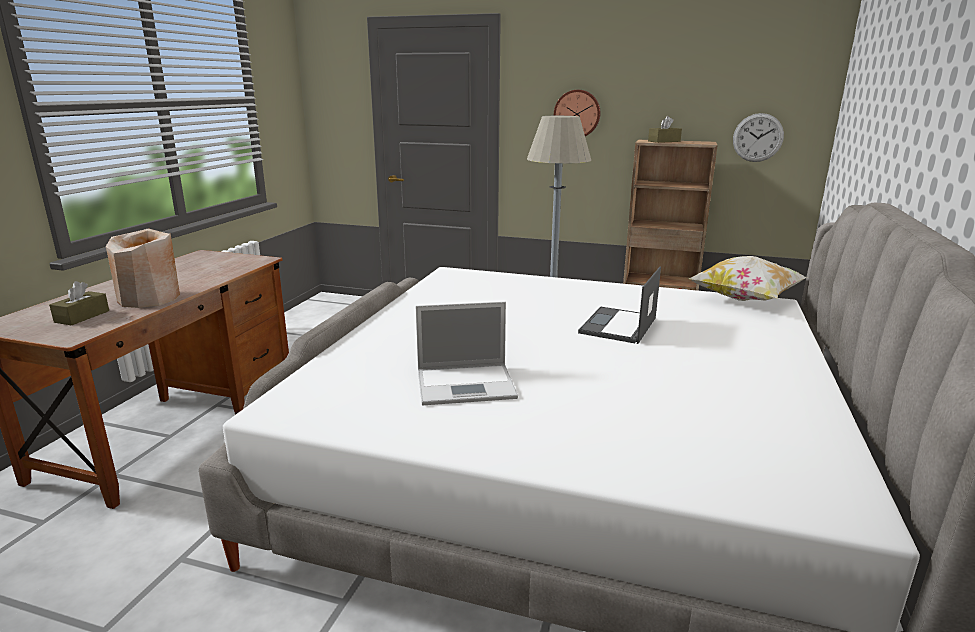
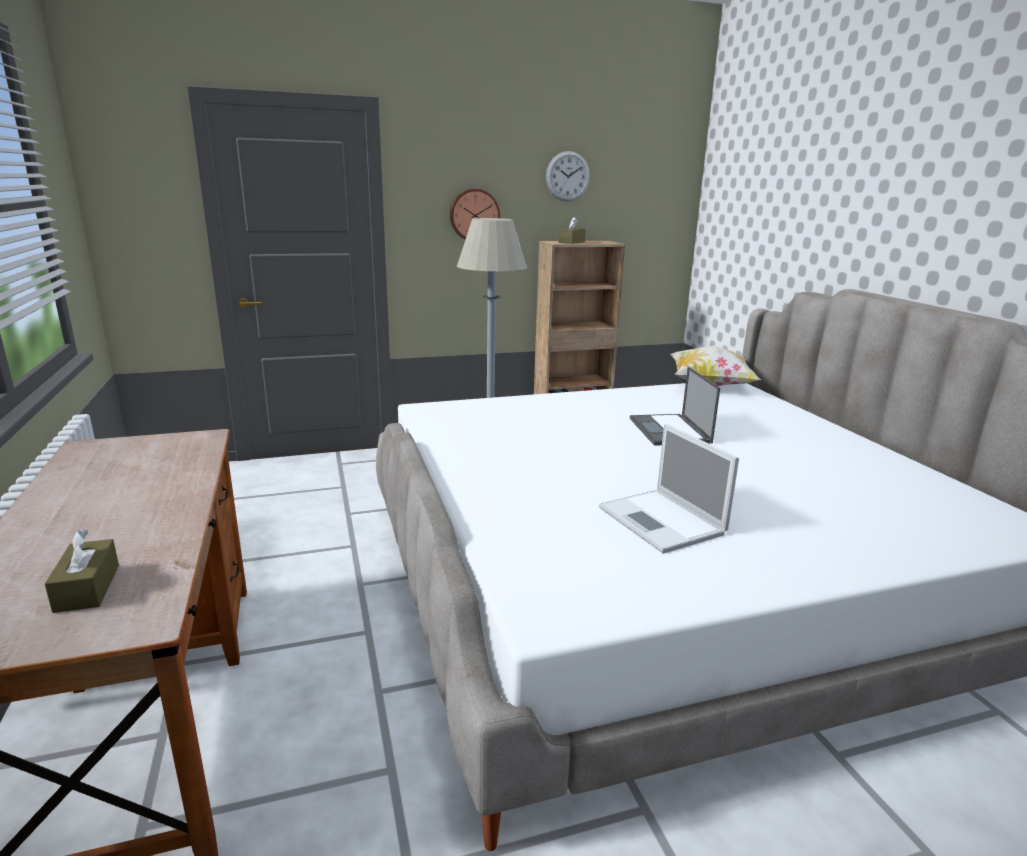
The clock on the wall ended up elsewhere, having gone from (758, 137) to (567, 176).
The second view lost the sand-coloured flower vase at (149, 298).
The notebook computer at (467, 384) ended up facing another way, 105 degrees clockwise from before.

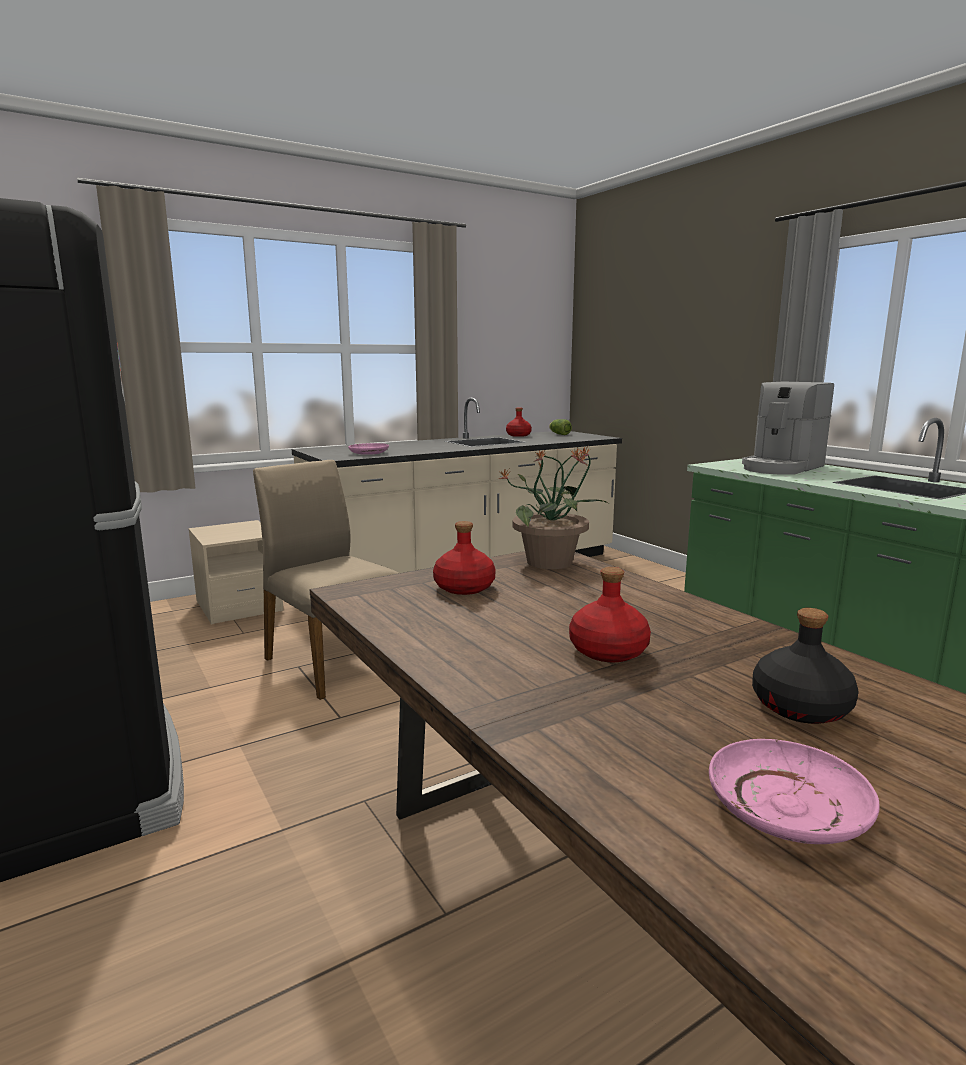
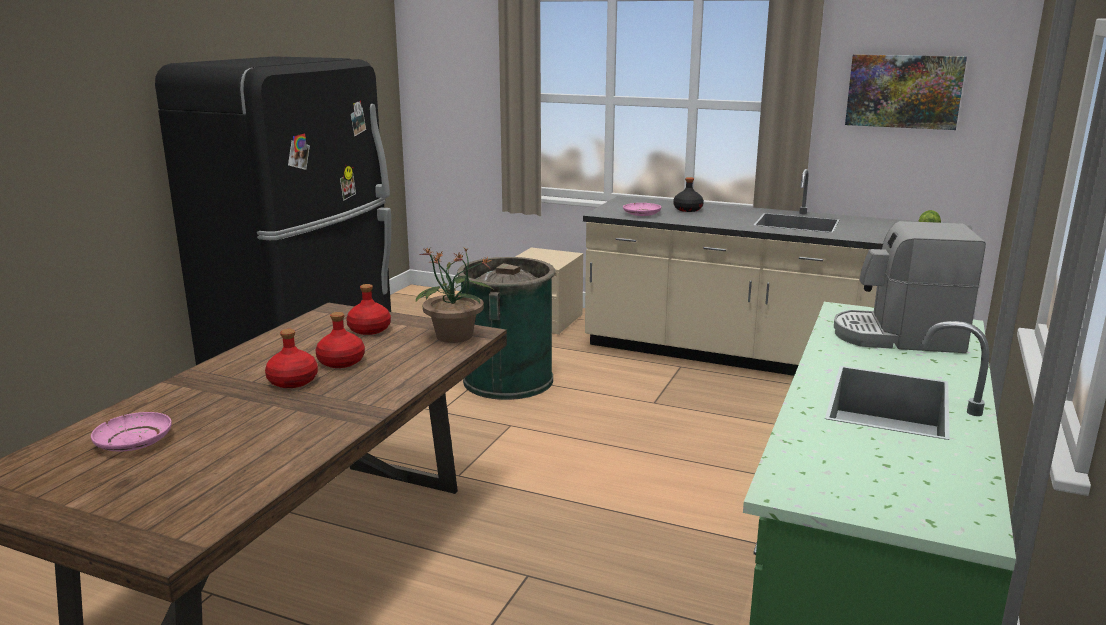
The red bottle ended up elsewhere, having gone from (518, 435) to (340, 362).
Where the sand-coloured upright chair stood at (333, 661), the greenish rubbish bin came to stand at (508, 380).
The black-coloured bottle ended up elsewhere, having gone from (800, 708) to (687, 209).
The second view gained the wall art at (904, 91).

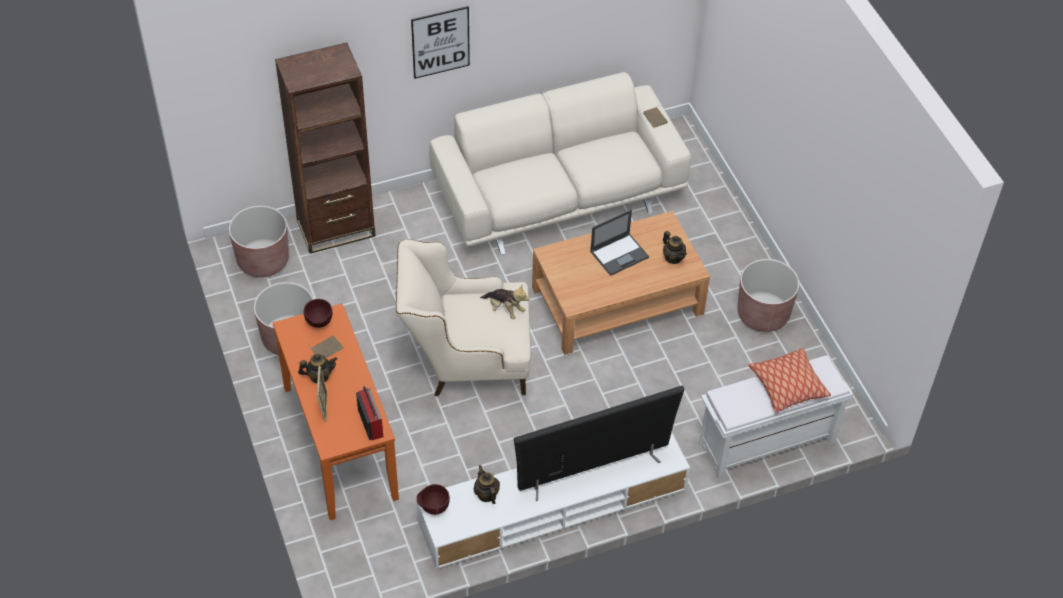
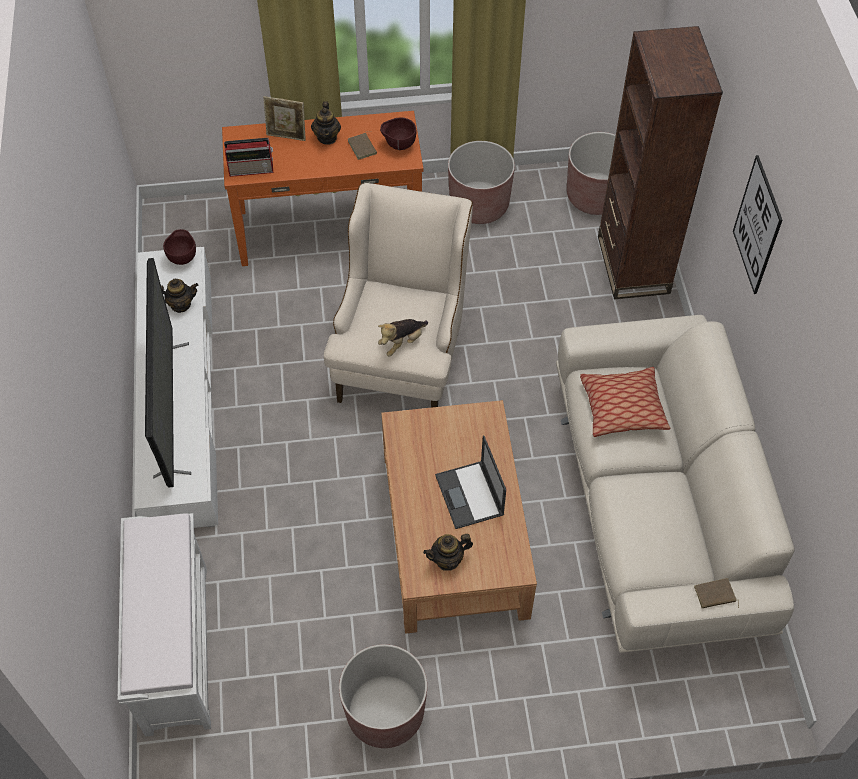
The pillow ended up elsewhere, having gone from (787, 386) to (622, 408).

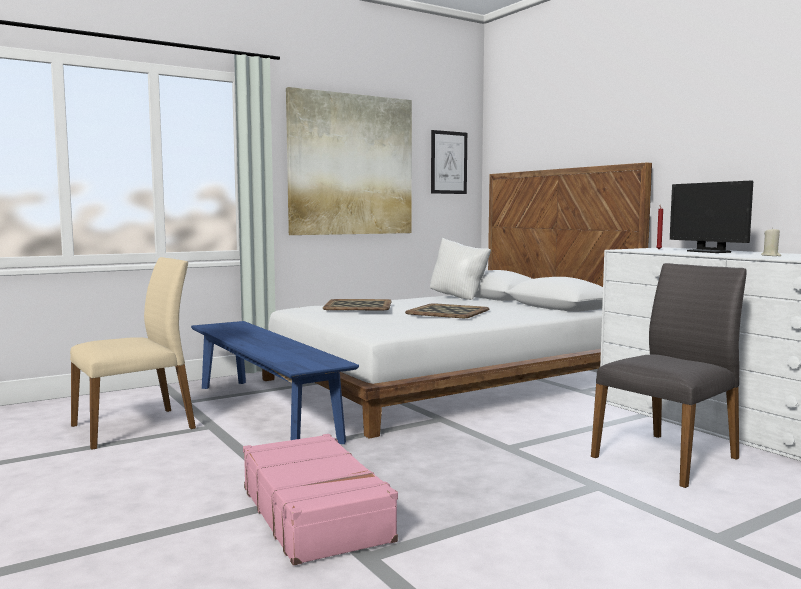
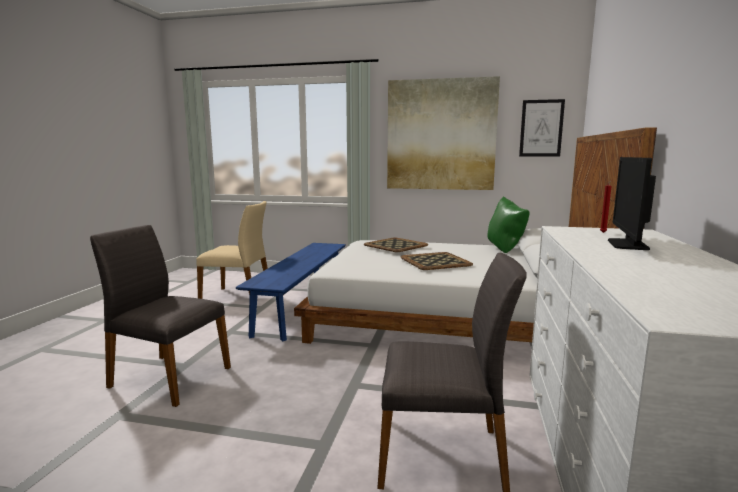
The second view lost the sand-coloured wax candle at (771, 255).
What was the whitish pillow at (459, 297) turned into the greenish pillow at (505, 249).
Where the pinkish suitcase stood at (315, 513), the greyish upright chair came to stand at (168, 377).

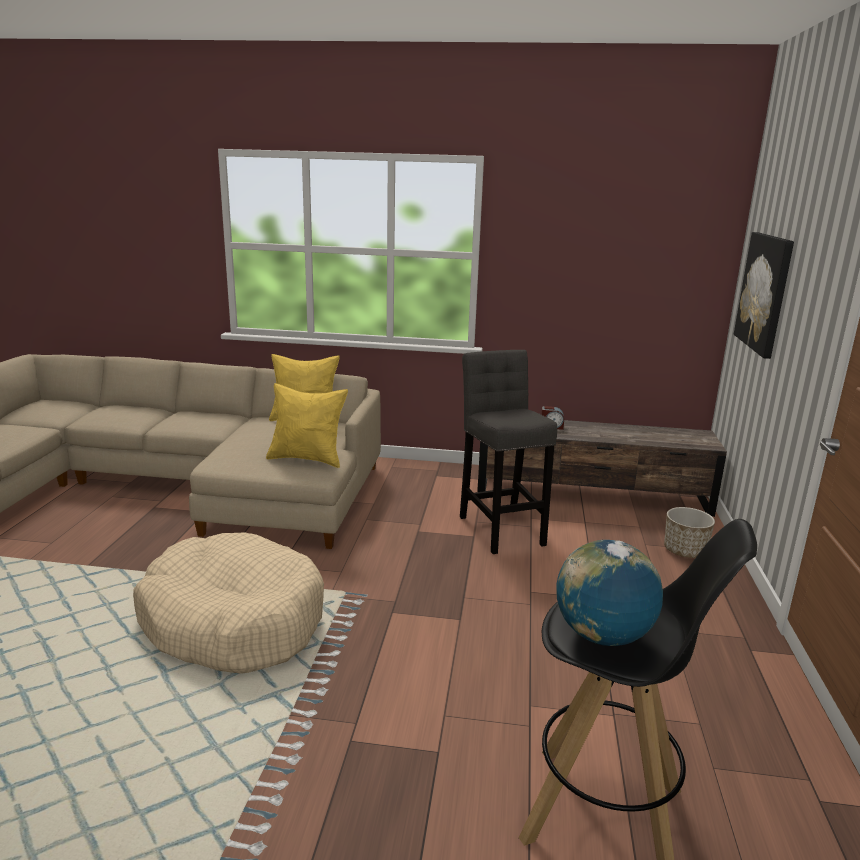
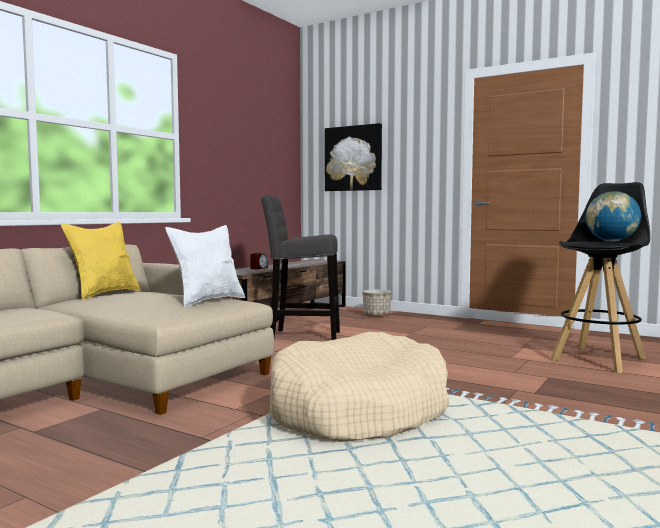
What was the yellow pillow at (307, 459) turned into the whitish pillow at (207, 301).

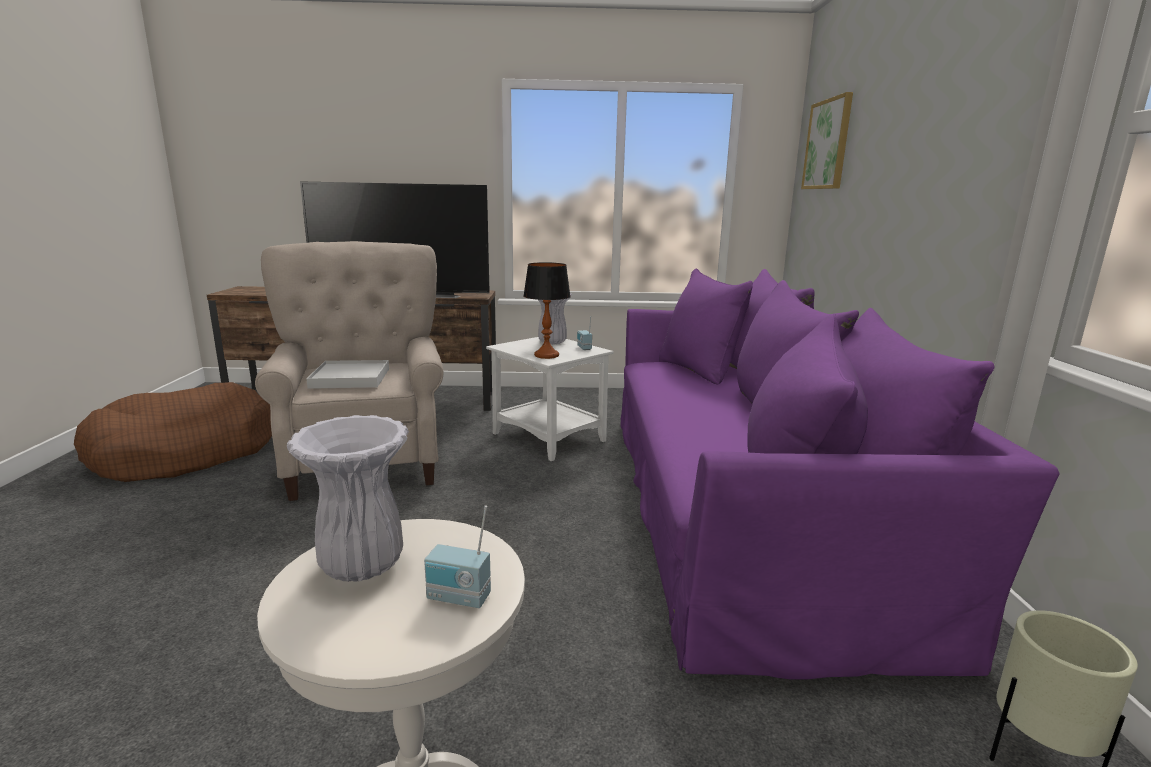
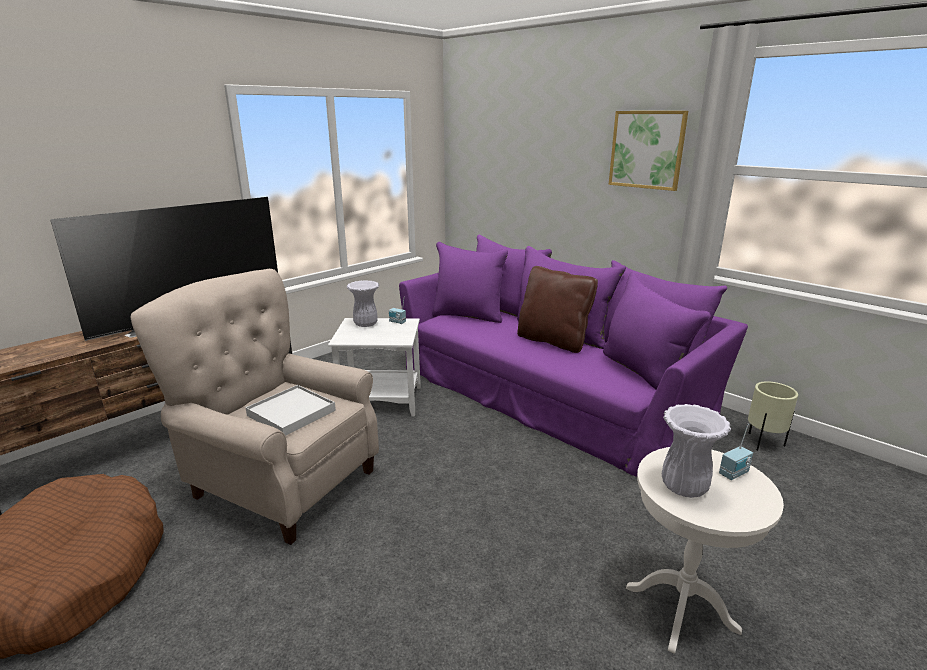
The wall art ended up elsewhere, having gone from (828, 144) to (647, 150).
The second view lost the lamp for a table at (547, 355).
The second view gained the brown pillow at (553, 341).

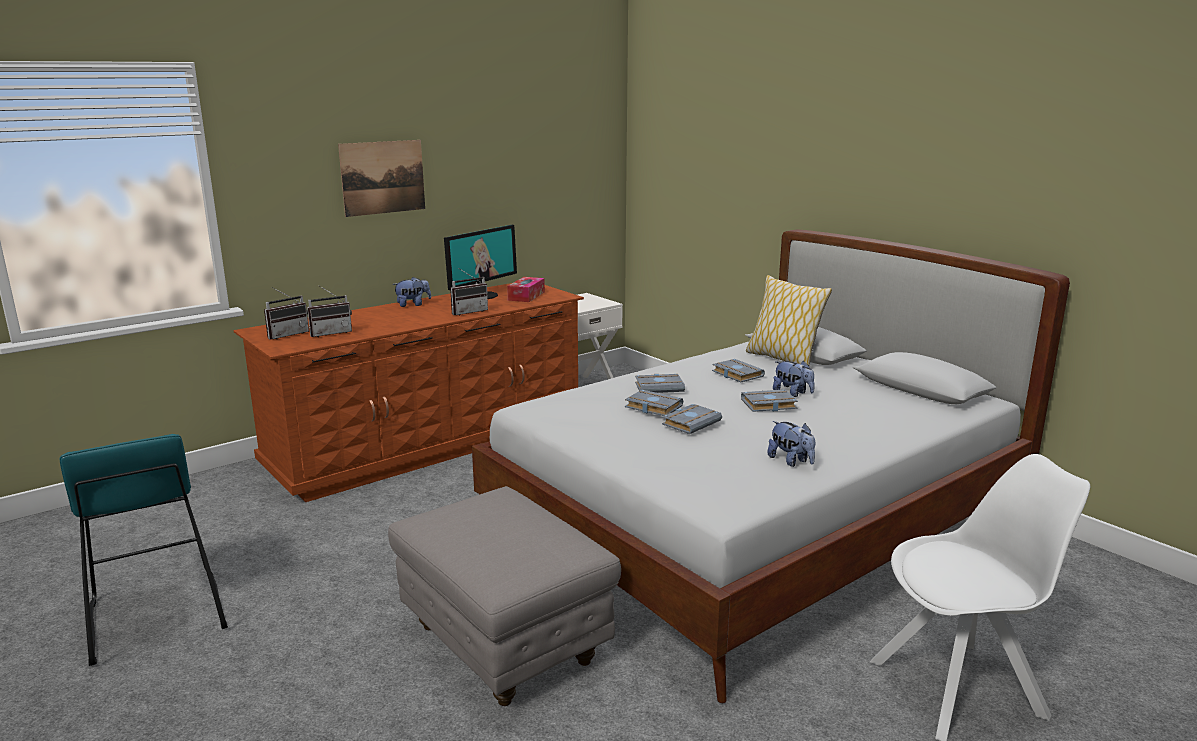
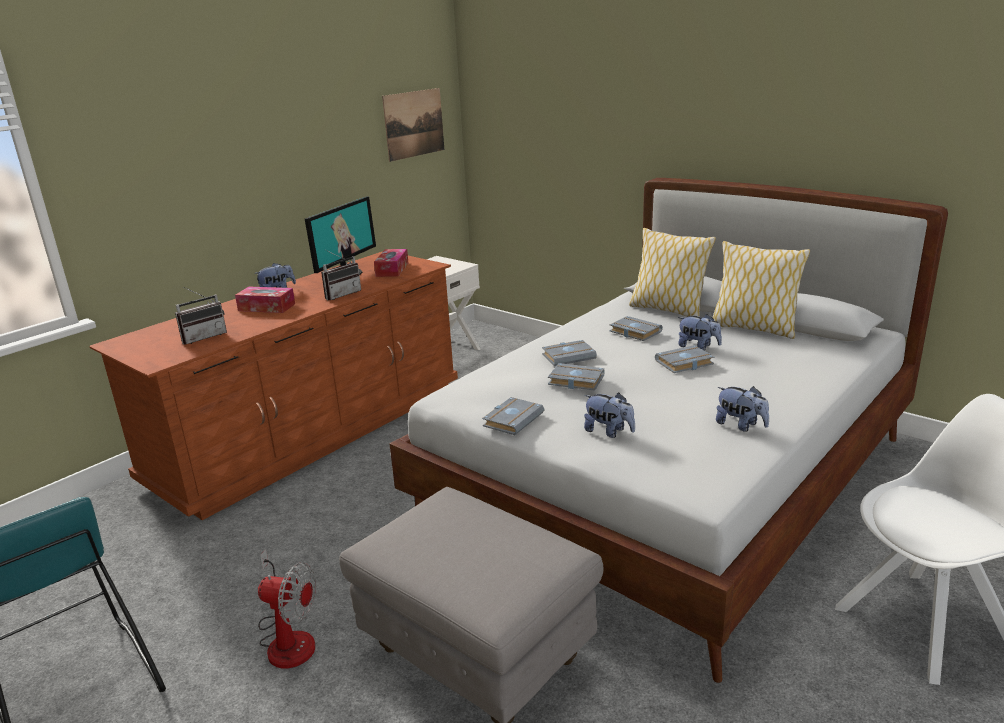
The wall art ended up elsewhere, having gone from (383, 177) to (414, 124).
The second view lost the radio at (287, 334).
The greyish bound book ended up elsewhere, having gone from (691, 422) to (512, 419).
The second view gained the pillow at (754, 328).
The second view gained the tissue box at (266, 307).
The second view gained the soft toy at (609, 432).
The second view gained the cooling fan at (288, 638).

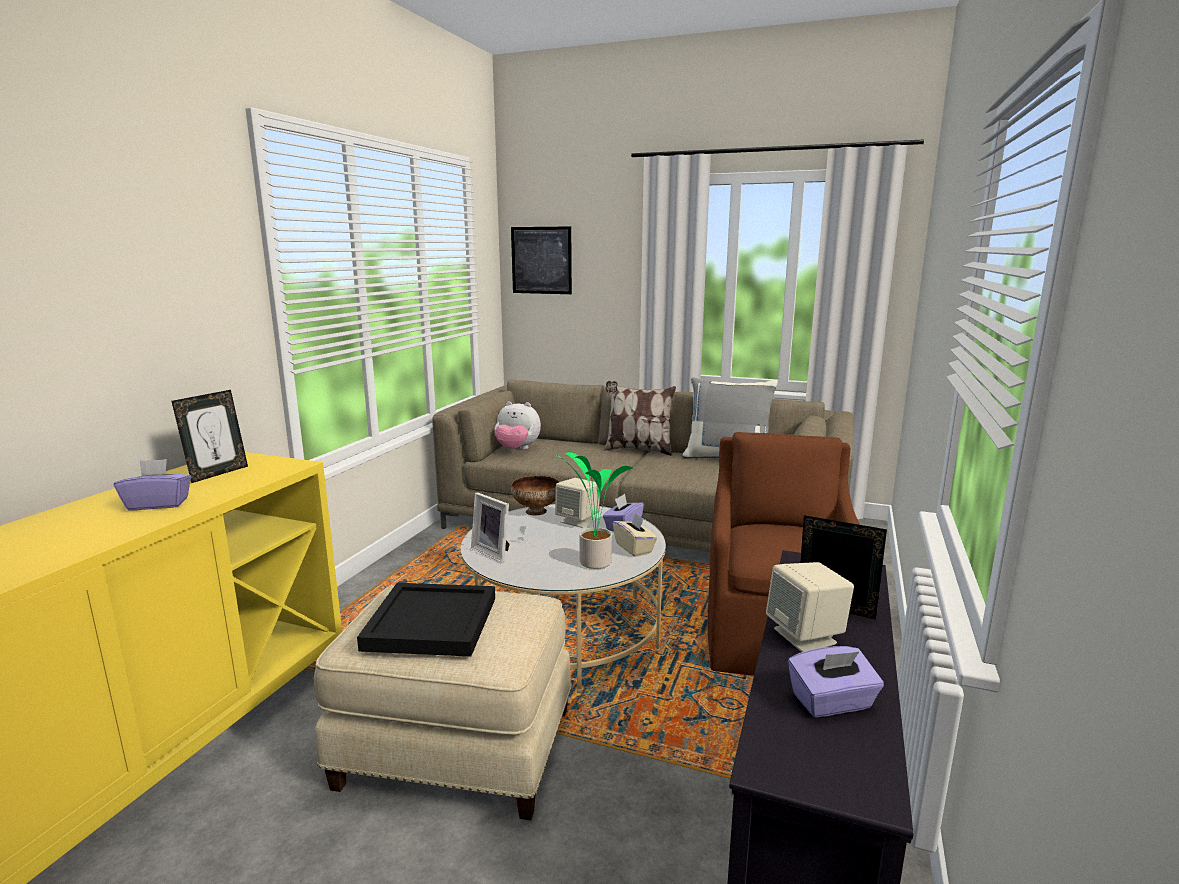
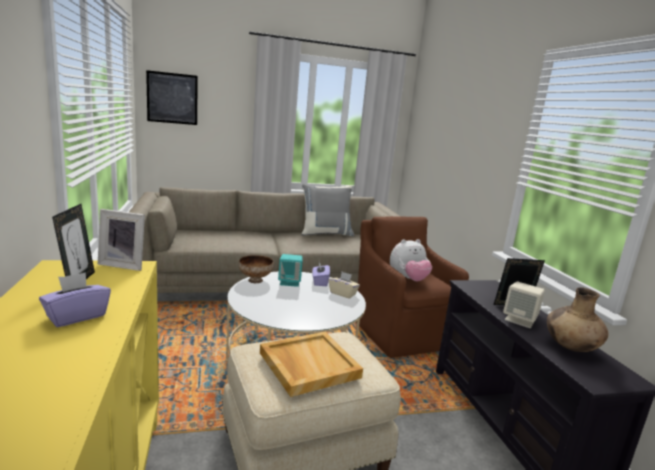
The second view lost the pillow at (638, 450).
The soft toy ended up elsewhere, having gone from (517, 450) to (408, 280).
The second view lost the potted plant at (593, 562).
What was the sand-coloured audio speaker at (578, 521) turned into the turquoise audio speaker at (289, 282).
The picture frame ended up elsewhere, having gone from (494, 552) to (124, 264).
What was the black-coloured tray at (430, 622) turned into the sand-coloured tray at (308, 365).
Where the purple tissue box stood at (832, 702), the brown flower vase came to stand at (570, 347).

